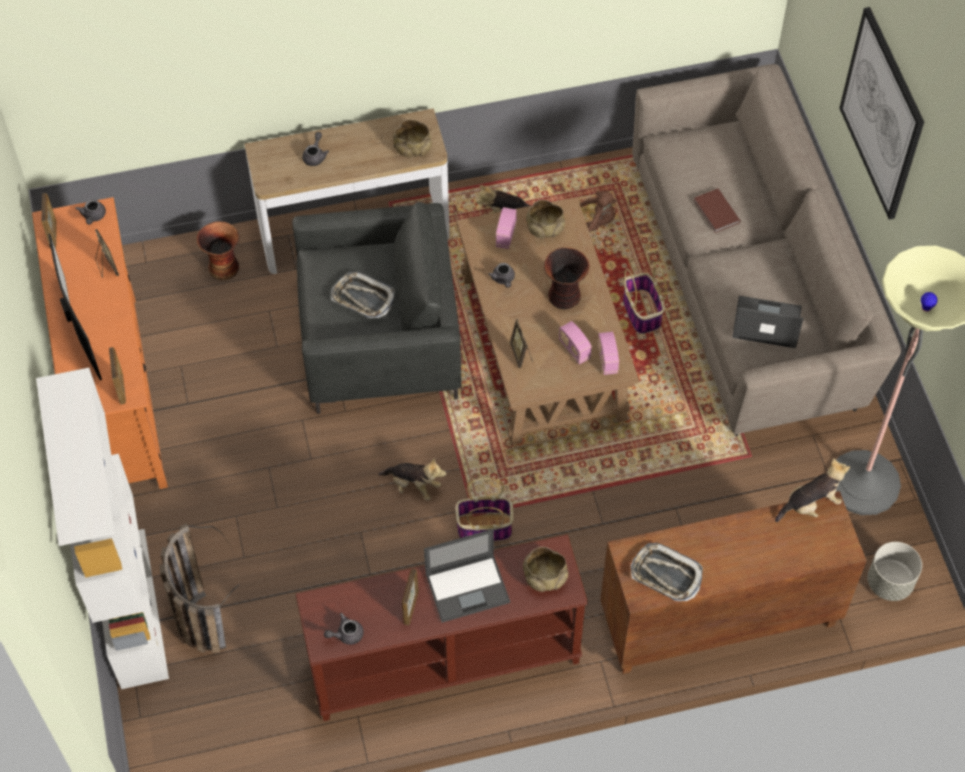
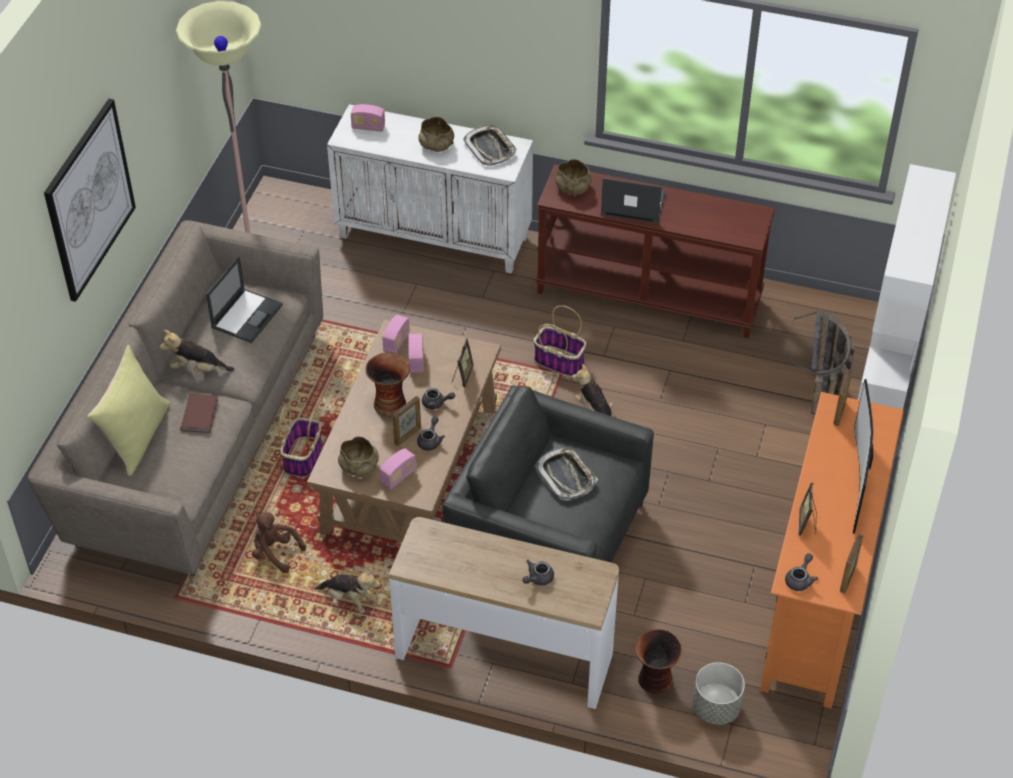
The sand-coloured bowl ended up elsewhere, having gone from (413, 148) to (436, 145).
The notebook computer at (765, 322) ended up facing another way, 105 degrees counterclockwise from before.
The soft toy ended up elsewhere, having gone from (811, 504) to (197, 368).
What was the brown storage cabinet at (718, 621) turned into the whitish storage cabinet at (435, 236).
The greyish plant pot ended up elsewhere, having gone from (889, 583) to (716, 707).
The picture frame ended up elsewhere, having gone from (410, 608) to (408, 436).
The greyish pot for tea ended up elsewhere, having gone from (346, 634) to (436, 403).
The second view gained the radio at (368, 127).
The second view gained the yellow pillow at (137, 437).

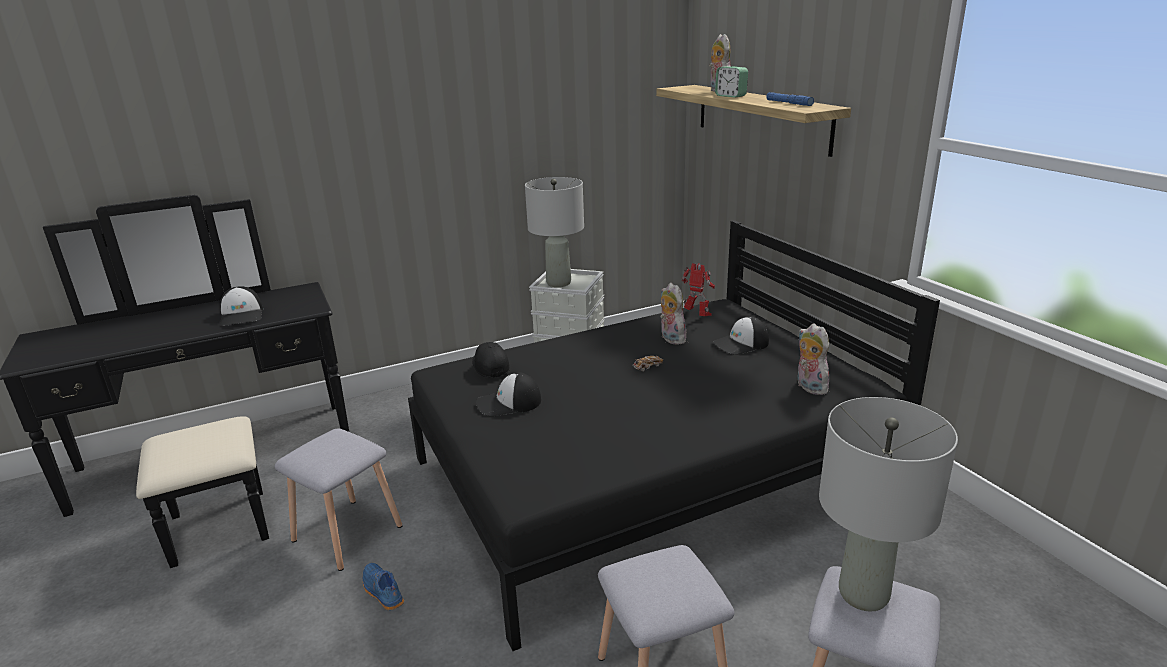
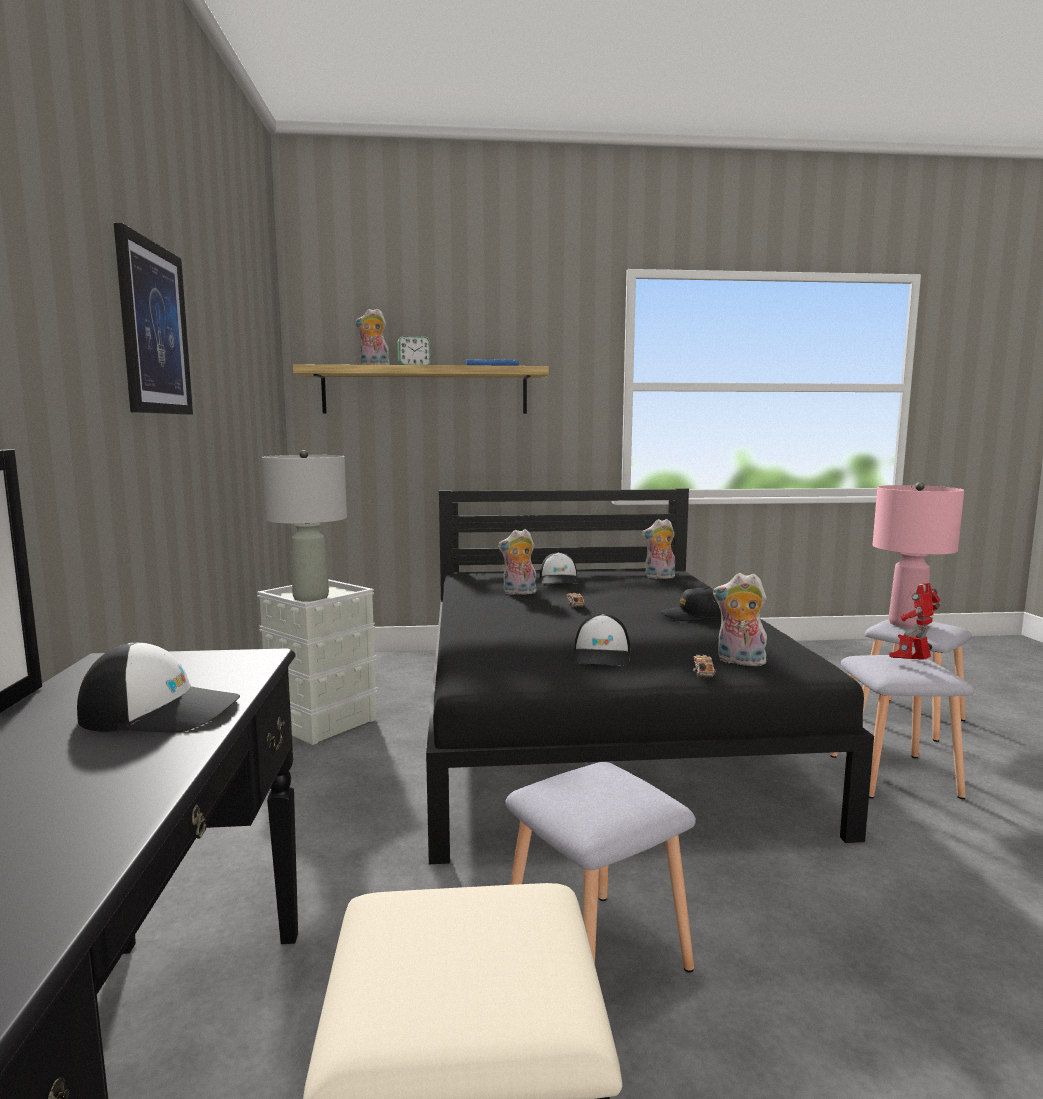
The robot figure ended up elsewhere, having gone from (697, 315) to (912, 662).
The black-coloured cap ended up elsewhere, having gone from (490, 366) to (696, 616).
What was the greyish lamp for a table at (863, 593) turned into the pinkish lamp for a table at (906, 624).
The second view lost the bluish item of footwear at (382, 592).
The second view gained the wall art at (153, 329).
The second view gained the soft toy at (739, 662).
The second view gained the model car at (703, 672).

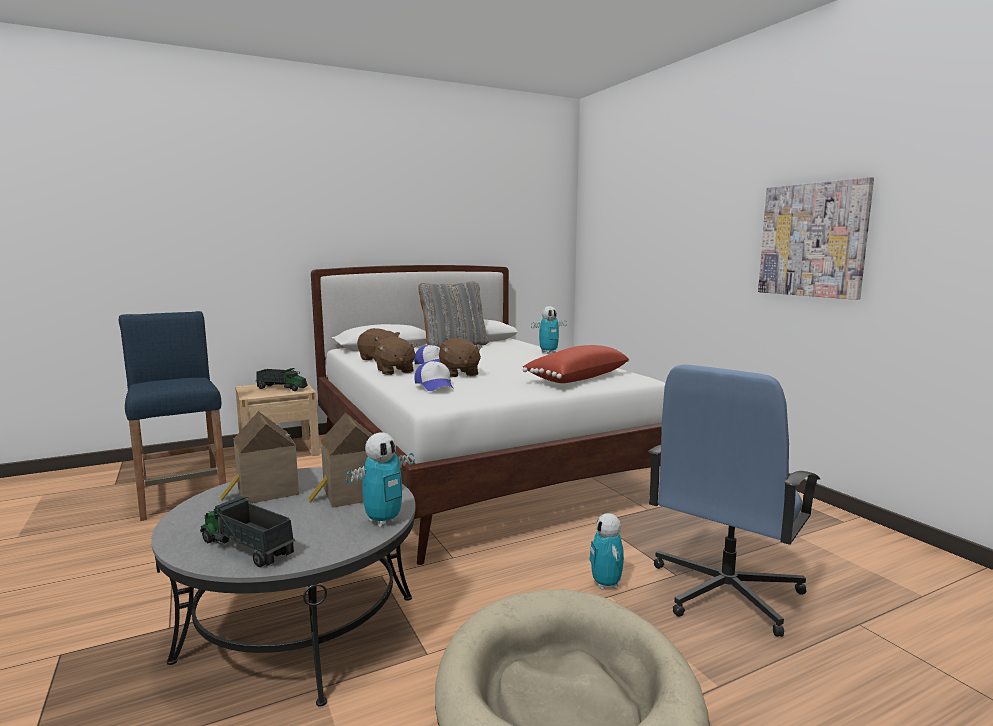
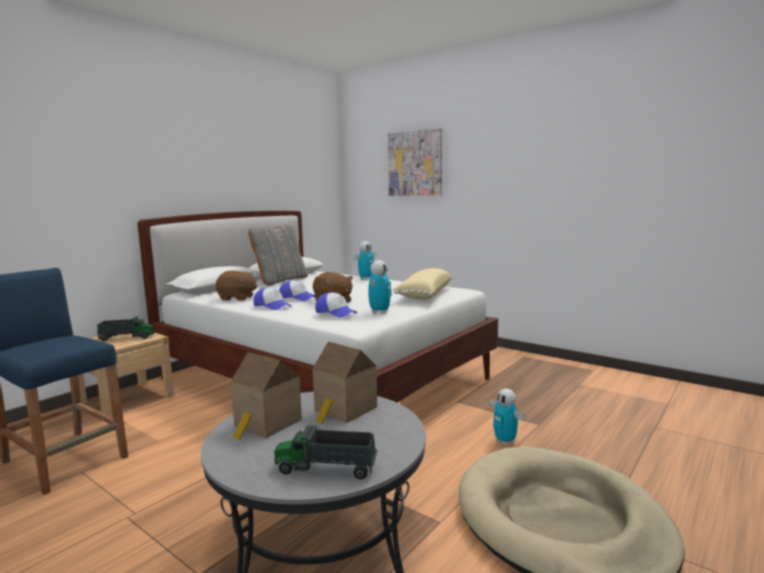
The wall art ended up elsewhere, having gone from (812, 240) to (415, 163).
Where the brown soft toy stood at (394, 371), the cap came to stand at (272, 306).
What was the red pillow at (576, 378) turned into the sand-coloured pillow at (423, 295).
The second view lost the bluish desk chair at (724, 592).
The robot figure ended up elsewhere, having gone from (383, 521) to (379, 312).

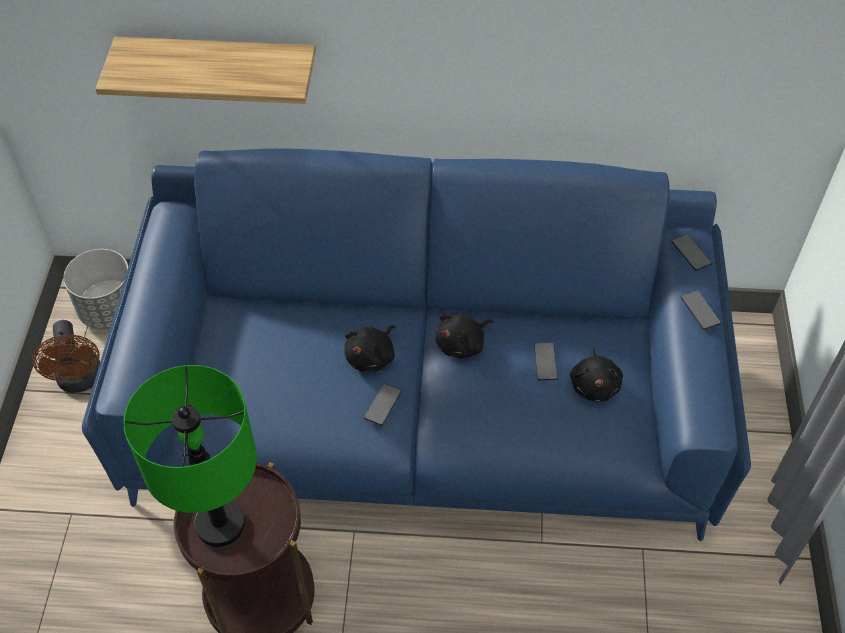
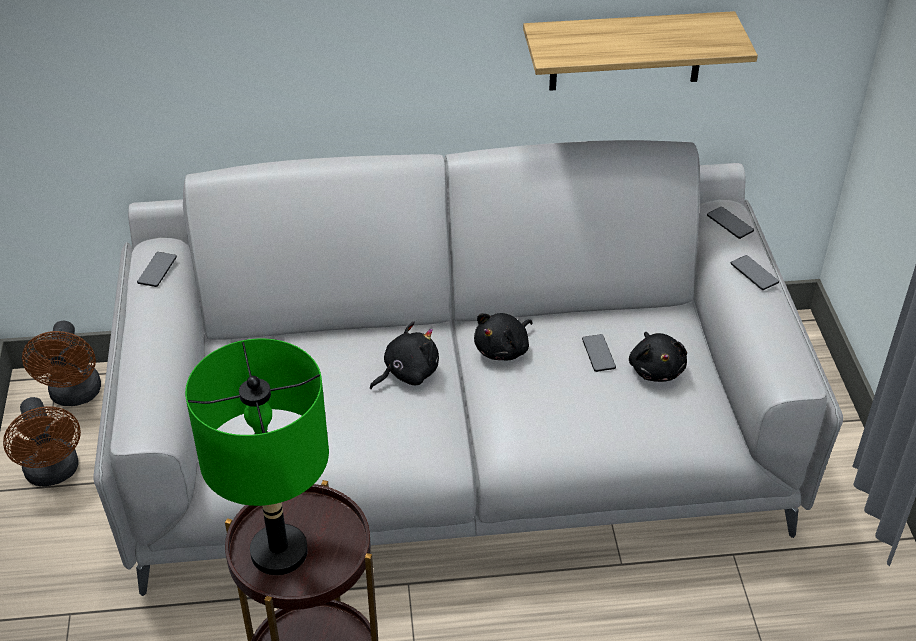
The shelf ended up elsewhere, having gone from (219, 69) to (626, 51).
What was the bluish couch at (424, 410) turned into the greyish couch at (460, 450).
Where the greyish plant pot stood at (110, 309), the brown cooling fan came to stand at (75, 395).
The black-coloured soft toy at (372, 357) ended up facing another way, 150 degrees counterclockwise from before.
The phone ended up elsewhere, having gone from (382, 405) to (157, 270).

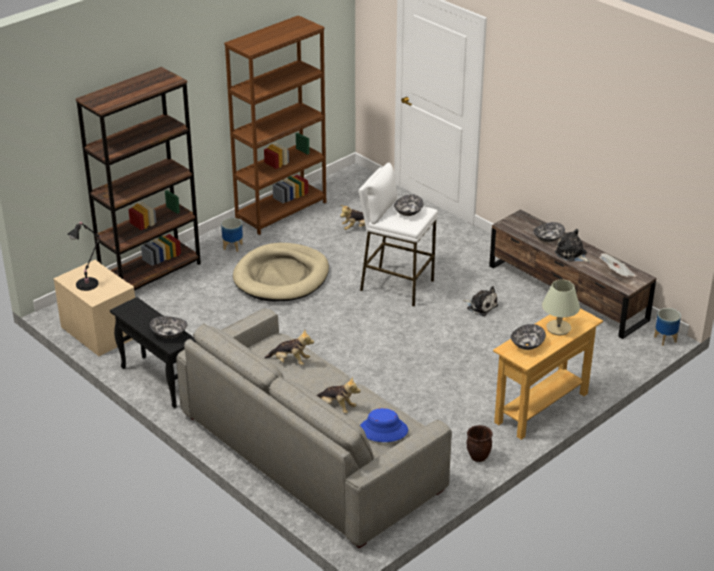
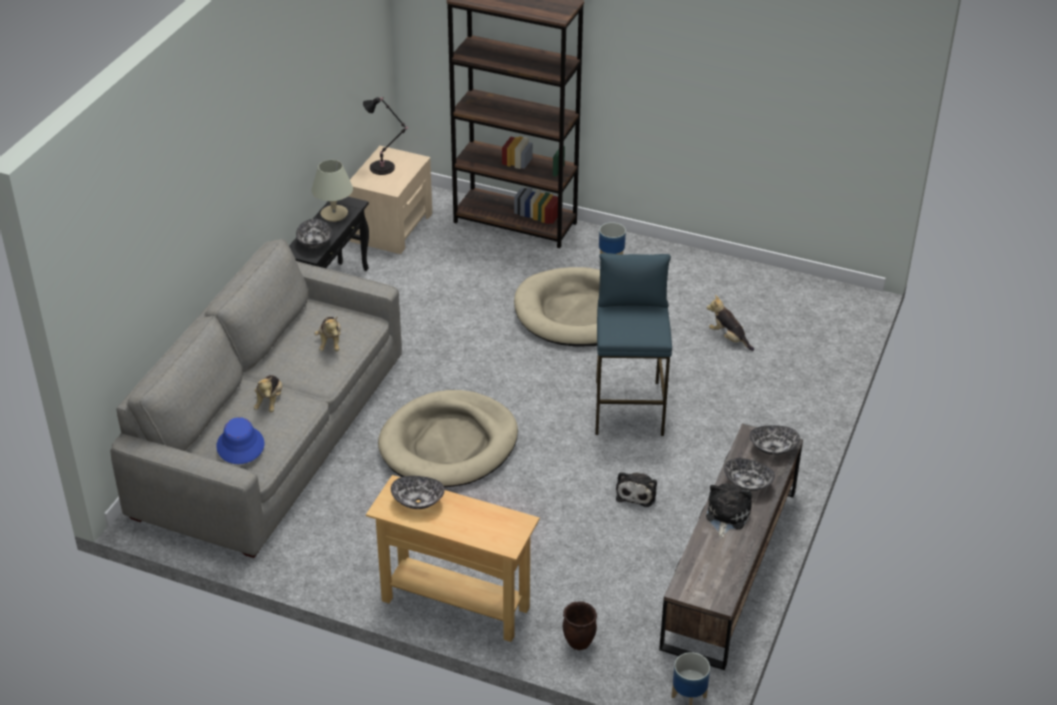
The second view lost the brown bookshelf at (281, 211).
What was the whitish stool seat at (396, 285) turned into the bluish stool seat at (629, 407).
The bowl ended up elsewhere, having gone from (408, 212) to (773, 449).
The second view lost the daily paper at (616, 274).
The sand-coloured lamp for a table ended up elsewhere, having gone from (558, 328) to (334, 214).
The brown plant pot ended up elsewhere, having gone from (478, 457) to (579, 642).
The second view gained the sand-coloured dog cushion at (449, 444).

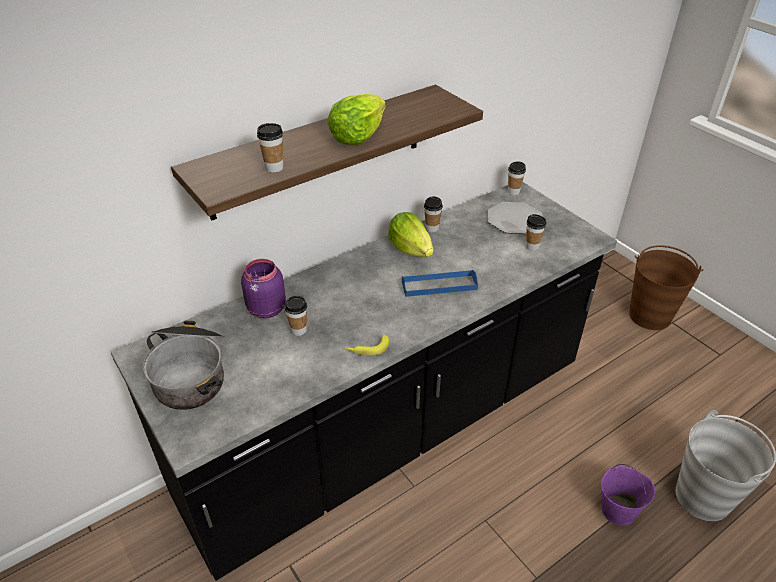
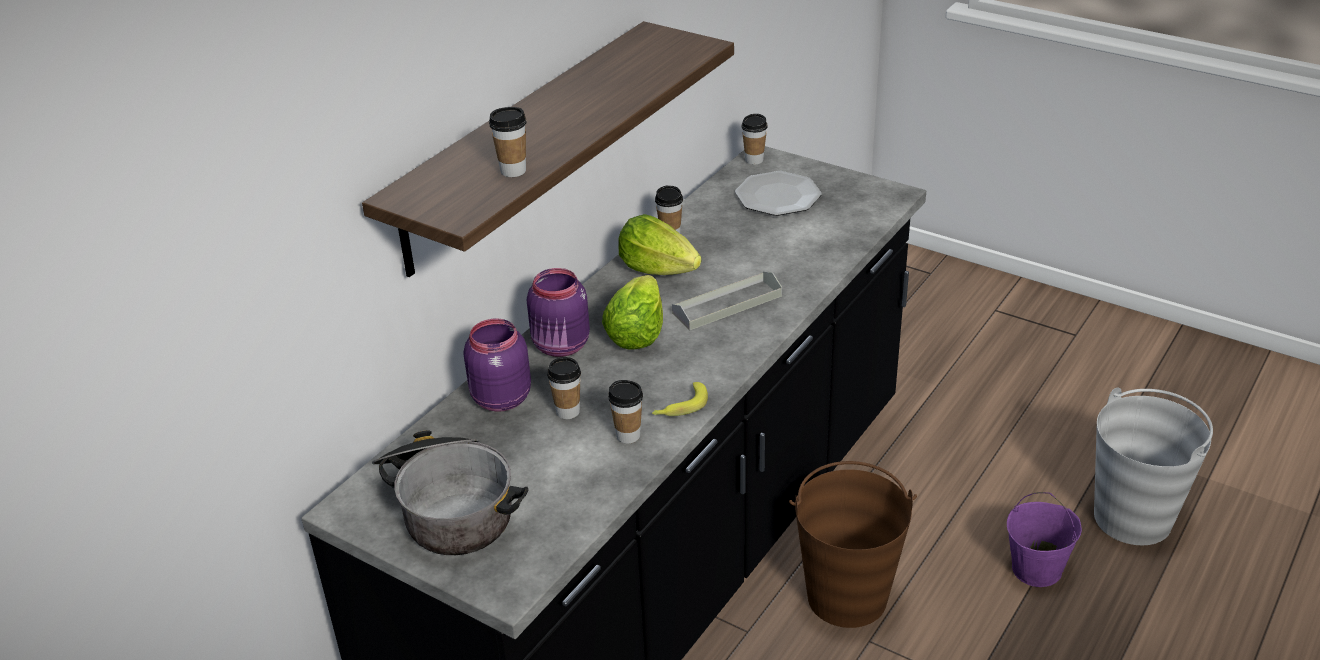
The lettuce ended up elsewhere, having gone from (357, 137) to (636, 334).
The drinking cup ended up elsewhere, having gone from (532, 246) to (628, 435).
The brown water bucket ended up elsewhere, having gone from (650, 315) to (847, 596).
What was the bluish tray at (439, 285) turned into the greyish tray at (727, 304).
The second view gained the purple storage jar at (561, 346).

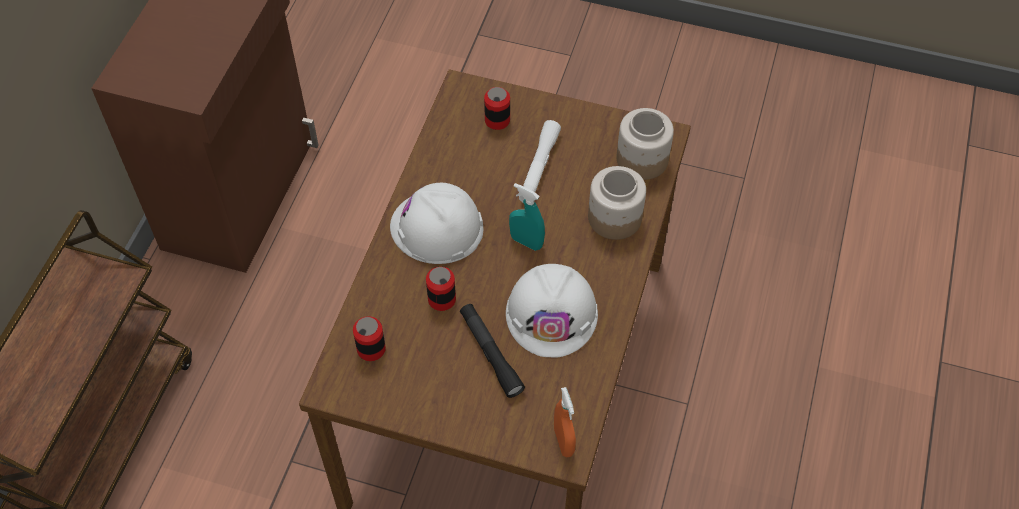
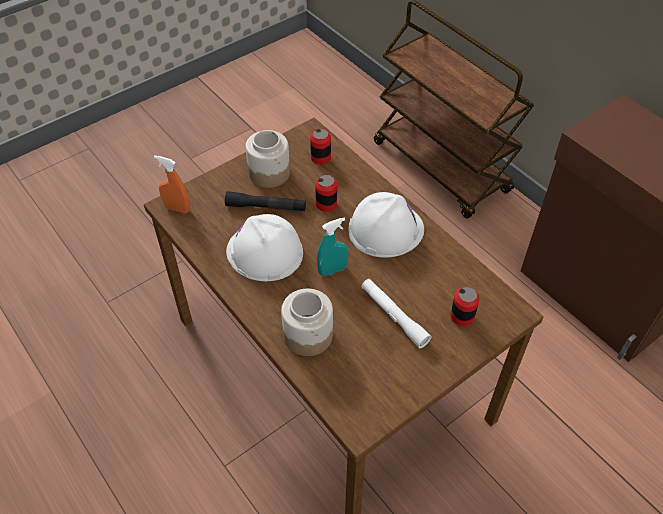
The storage jar ended up elsewhere, having gone from (641, 159) to (269, 172).

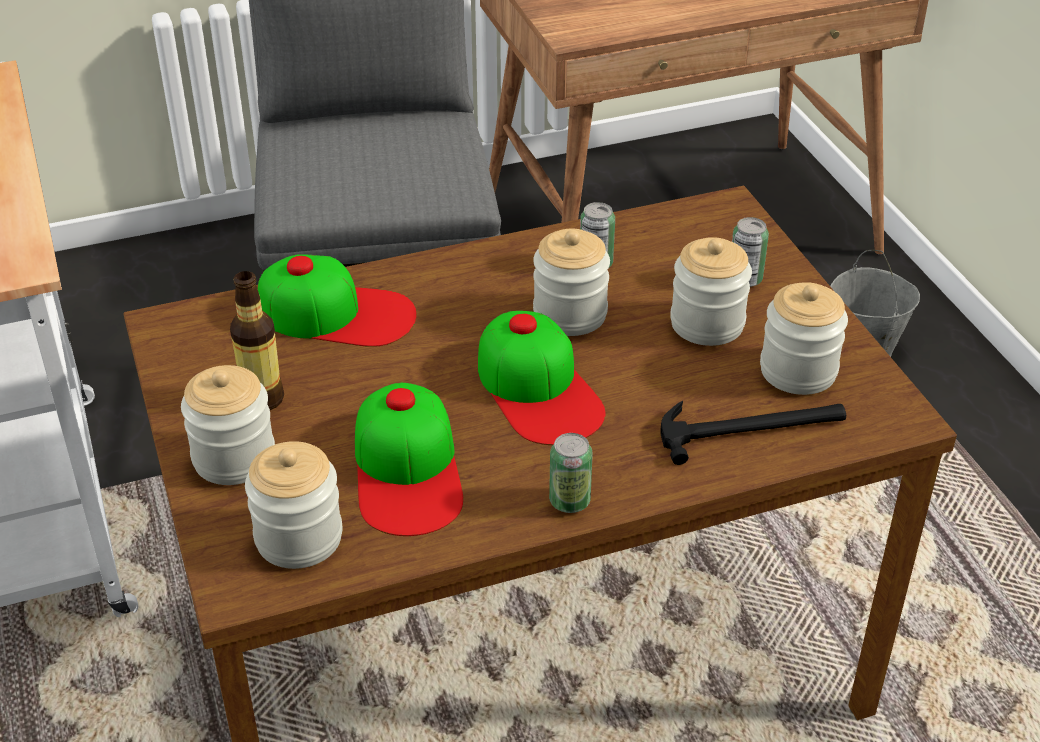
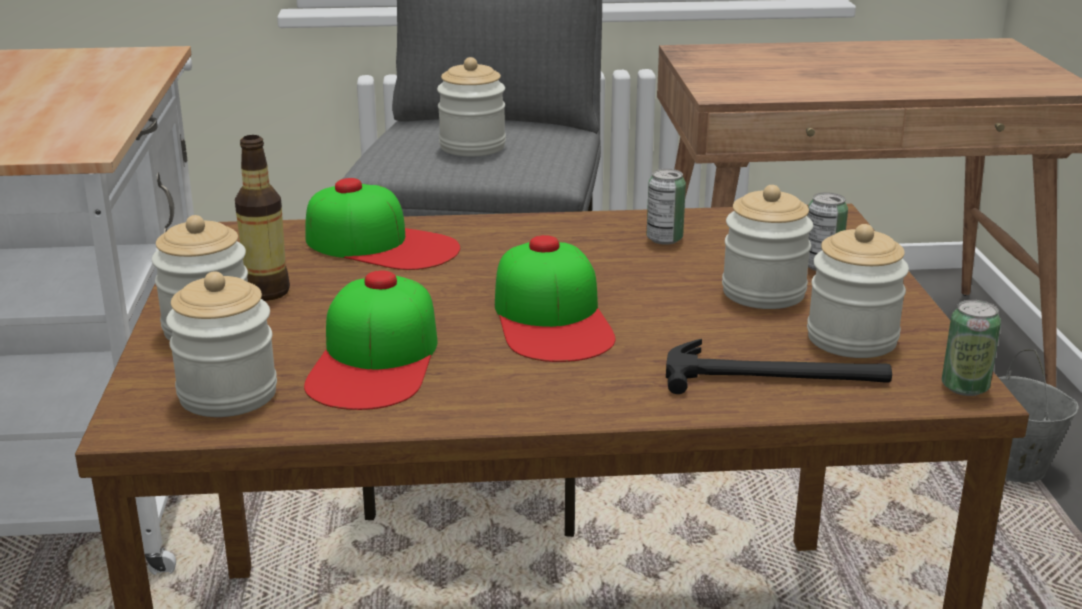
The storage jar ended up elsewhere, having gone from (570, 314) to (472, 147).
The sealed can ended up elsewhere, having gone from (569, 501) to (964, 387).

